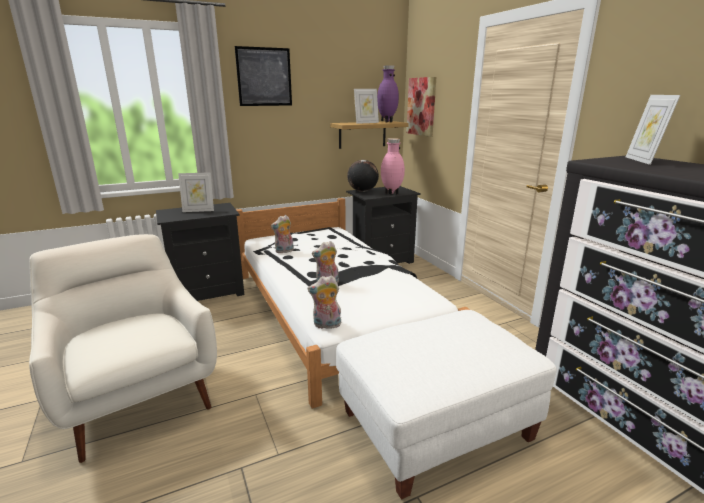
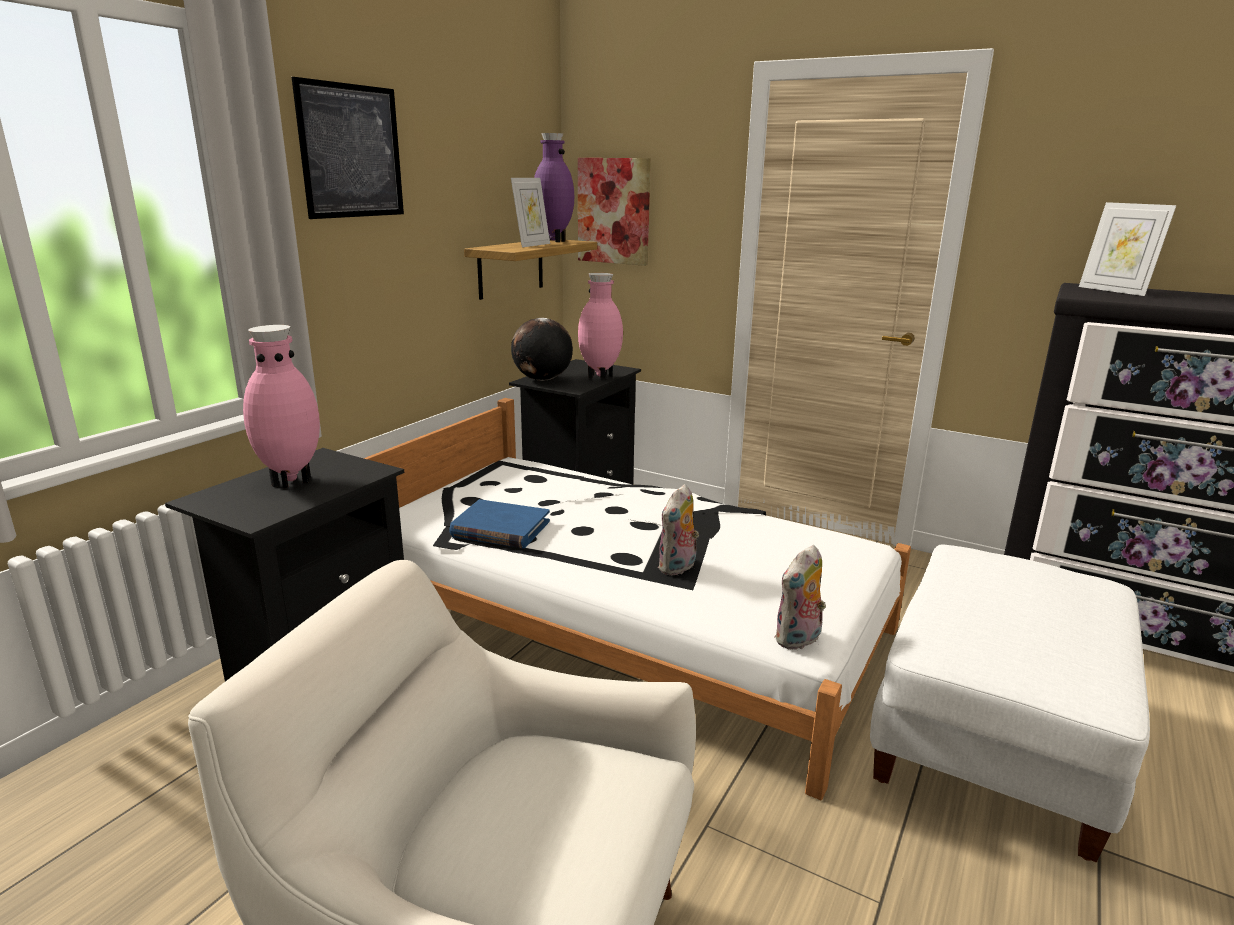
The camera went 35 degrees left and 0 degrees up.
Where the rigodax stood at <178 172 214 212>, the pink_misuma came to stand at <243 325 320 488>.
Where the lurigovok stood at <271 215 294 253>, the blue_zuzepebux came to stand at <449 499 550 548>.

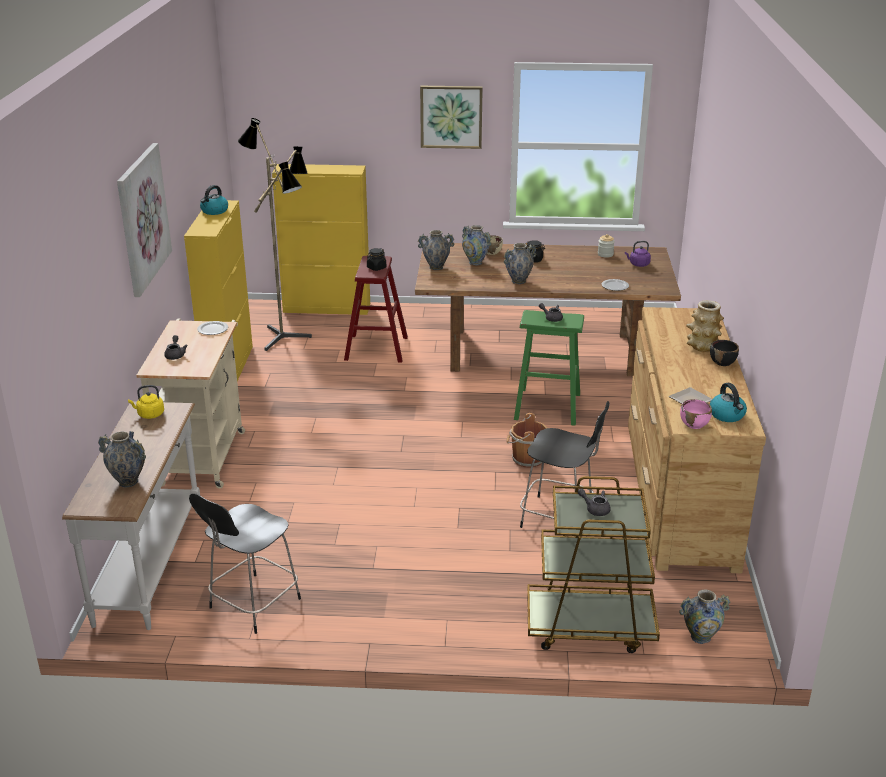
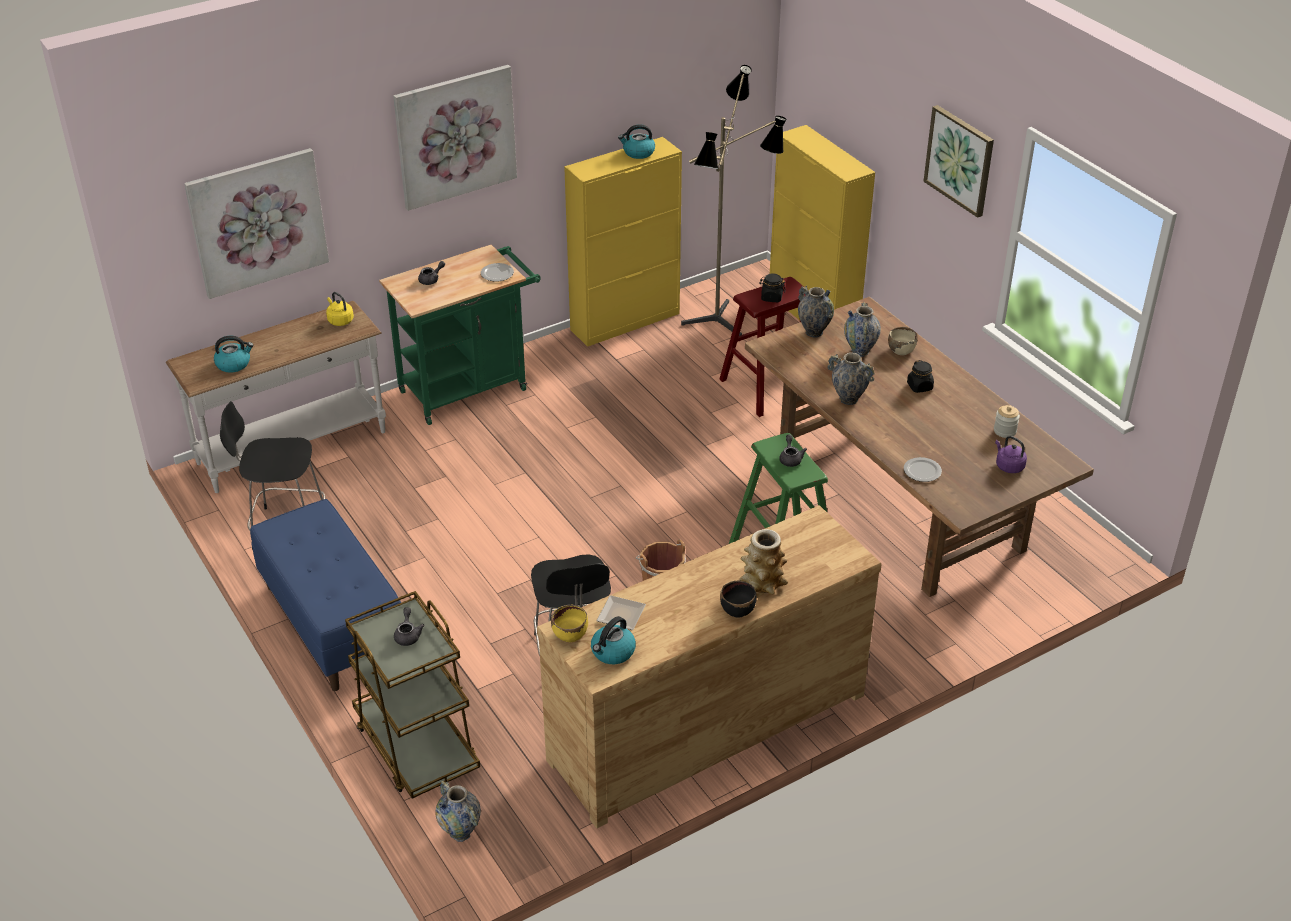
The camera went 55 degrees right and 10 degrees up.
The second view gained the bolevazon at <184 148 329 299>.
Where the misuma stood at <98 431 146 487>, the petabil came to stand at <214 336 254 373>.
The second view gained the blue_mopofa at <250 499 401 691>.
What was the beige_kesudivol at <136 318 245 489> turned into the green_kesudivol at <379 245 541 425>.
What was the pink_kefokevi at <680 399 712 429> turned into the yellow_kefokevi at <551 605 588 642>.

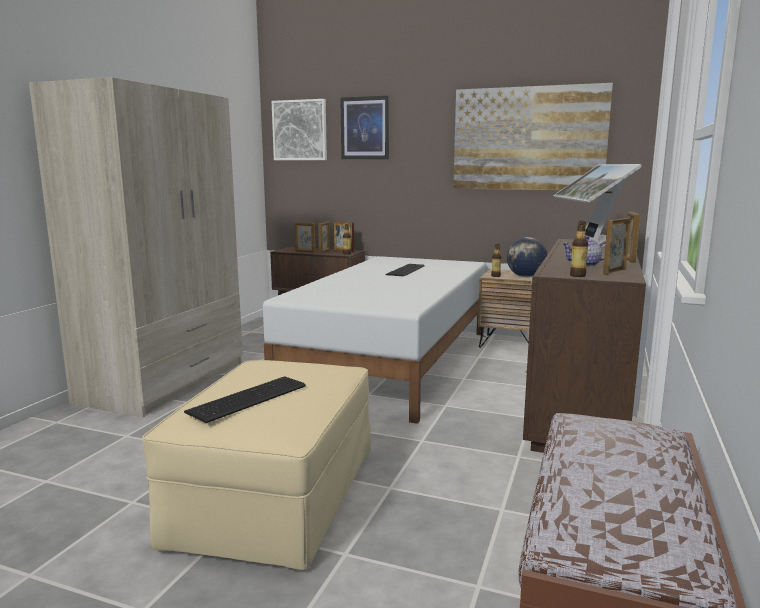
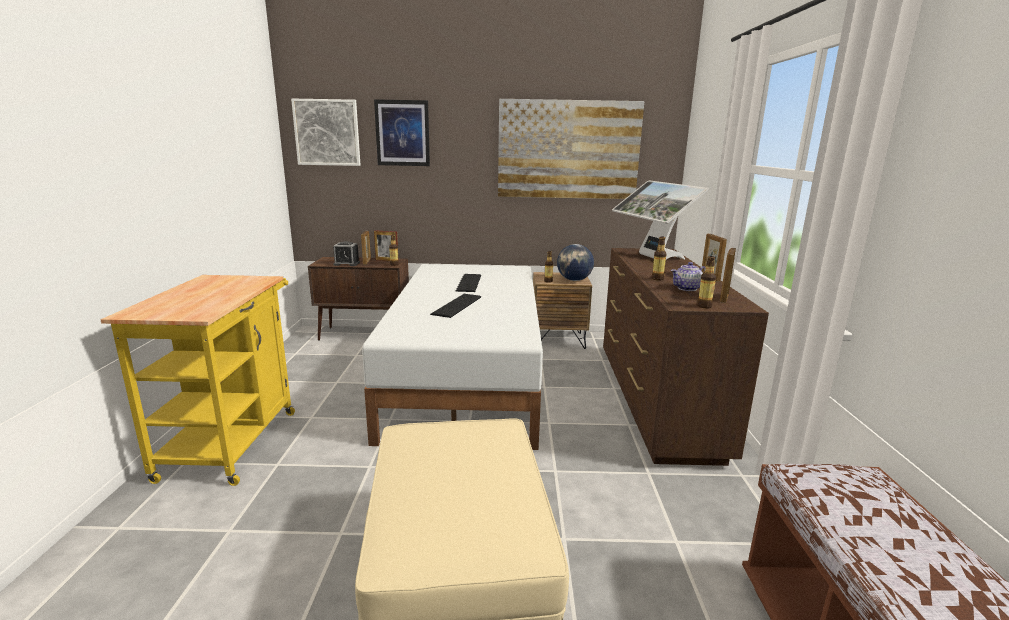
The camera went 20 degrees left and 5 degrees up.
Where the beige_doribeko stood at <29 77 243 417>, the yellow_kesudivol came to stand at <100 275 295 486>.
Where the rigodax stood at <295 222 315 252>, the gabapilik came to stand at <333 241 360 266>.
The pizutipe ended up elsewhere, having gone from <184 376 306 423> to <430 294 481 318>.
The second view gained the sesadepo at <652 236 667 281>.

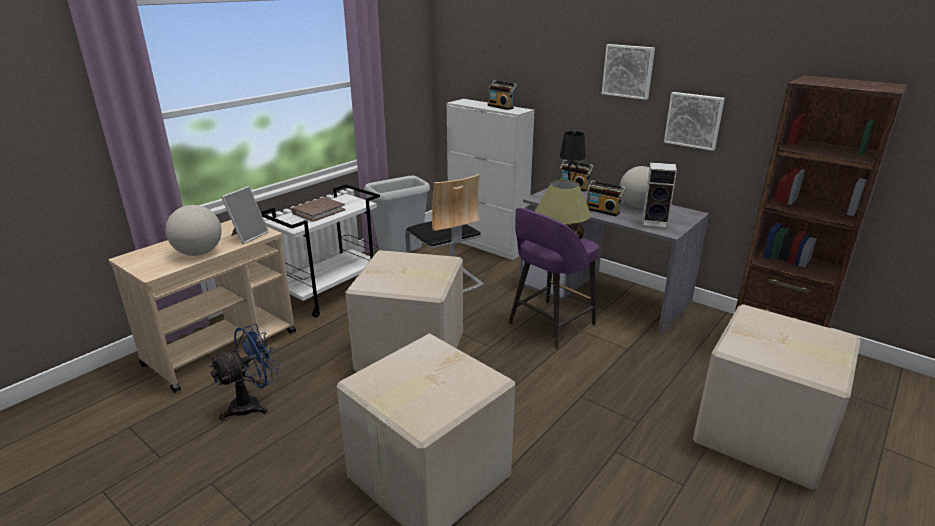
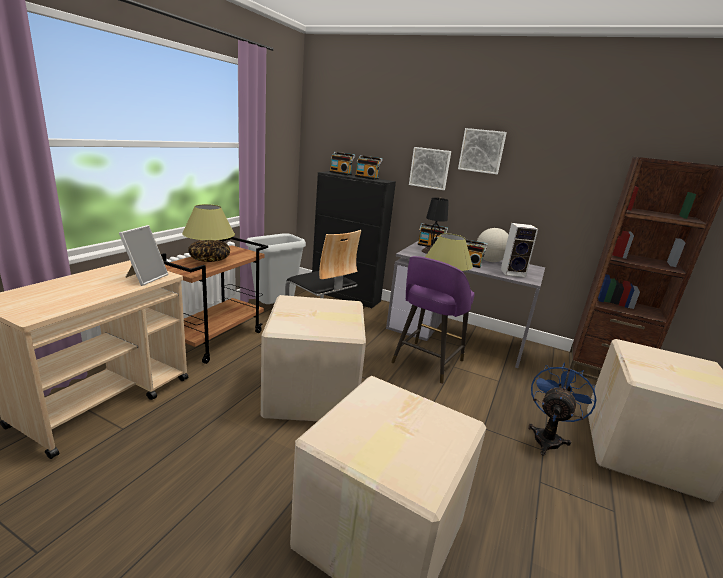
The camera went 15 degrees left and 5 degrees down.
What was the white_kesudivol at <261 184 380 318> turned into the brown_kesudivol at <161 237 268 364>.
Where the brown_zuzepebux stood at <291 197 345 222>, the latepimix came to stand at <182 204 235 262>.
What was the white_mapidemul at <446 99 535 260> turned into the black_mapidemul at <312 171 396 308>.
The second view gained the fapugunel at <329 152 356 175>.
The bolevazon ended up elsewhere, having gone from <664 92 725 151> to <409 147 451 190>.
The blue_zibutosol ended up elsewhere, having gone from <209 324 280 421> to <528 363 597 456>.
The second view lost the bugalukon at <165 205 222 256>.

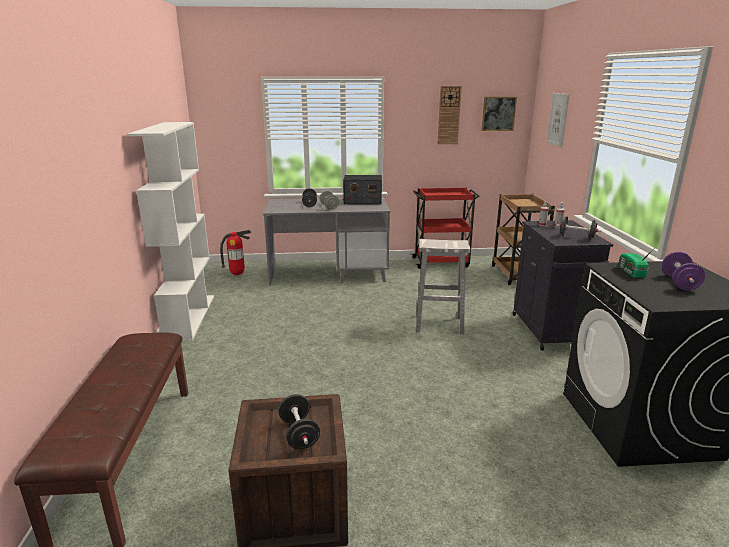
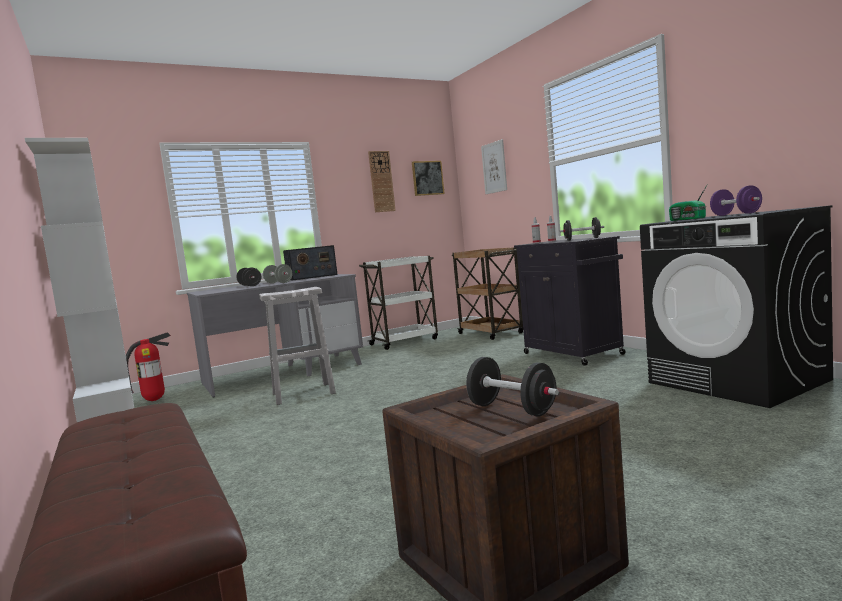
The camera went 25 degrees left and 15 degrees down.
The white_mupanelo ended up elsewhere, having gone from <416 239 470 334> to <259 287 336 405>.
What was the red_kesudivol at <411 187 480 269> turned into the white_kesudivol at <359 256 438 350>.

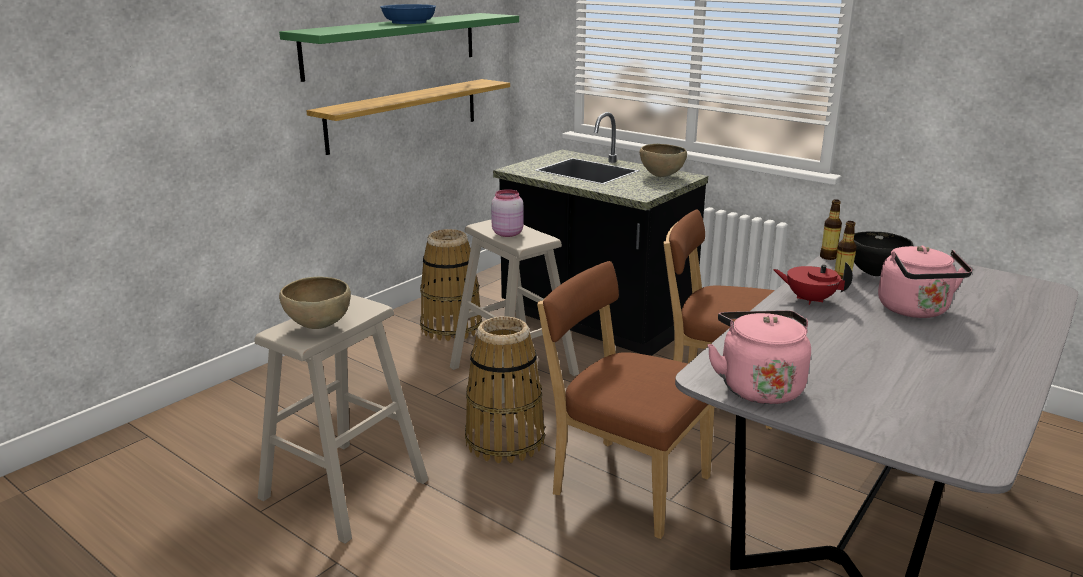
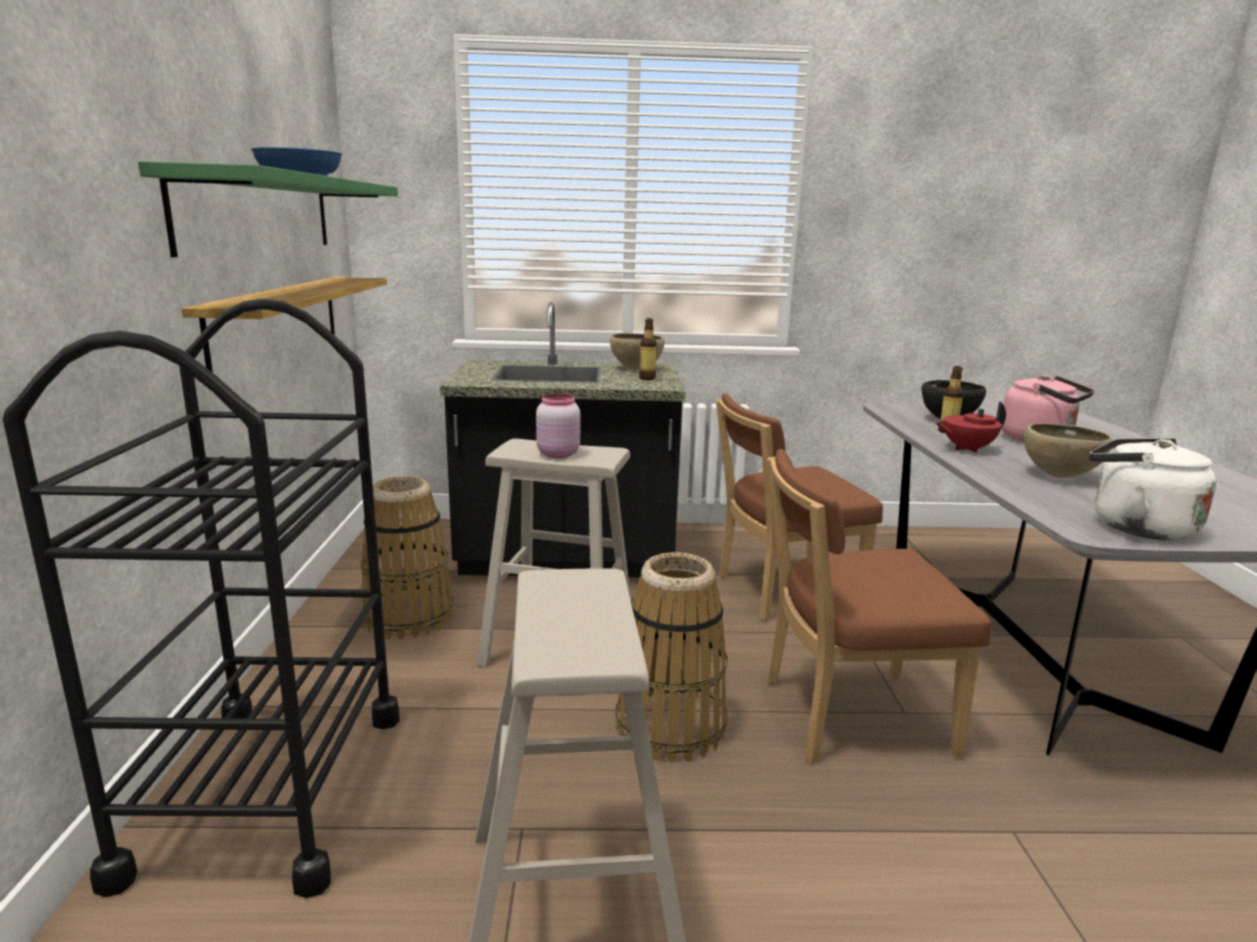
The camera went 40 degrees left and 5 degrees down.
The second view gained the black_kesudivol at <3 299 400 898>.
The sesadepo ended up elsewhere, having gone from <820 199 842 260> to <639 318 657 380>.
The brown_kefokevi ended up elsewhere, having gone from <279 276 351 329> to <1024 423 1112 478>.
What was the pink_petabil at <708 310 811 404> turned into the white_petabil at <1089 438 1216 540>.

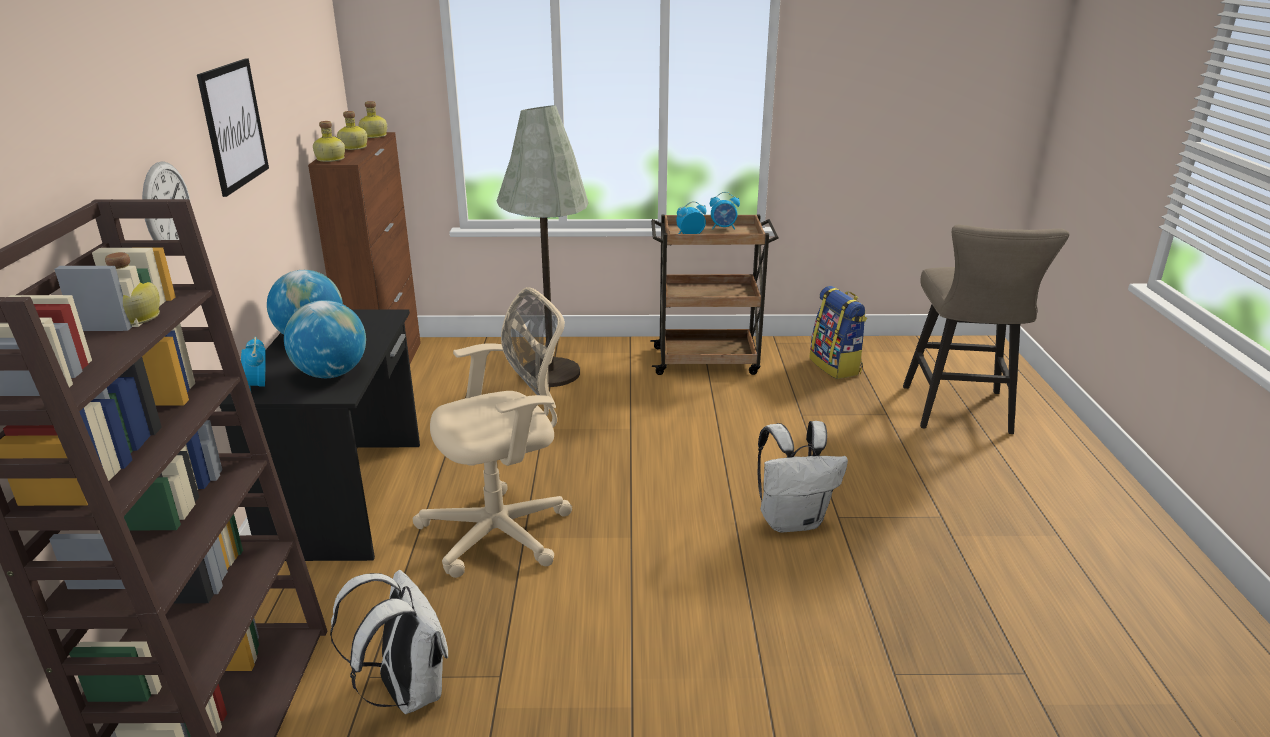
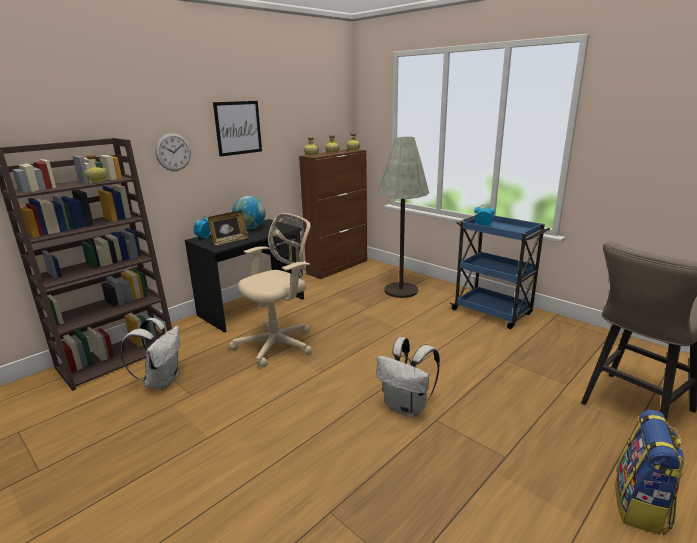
The camera went 45 degrees right and 5 degrees down.
Where the bugalukon stood at <284 300 366 378>, the rigodax came to stand at <208 210 249 245>.
The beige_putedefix at <413 287 572 578> ended up facing another way, 60 degrees counterclockwise from before.
What was the brown_kesudivol at <650 214 779 375> turned into the blue_kesudivol at <450 215 550 329>.
The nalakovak ended up elsewhere, having gone from <809 286 867 379> to <615 410 684 535>.
The second view lost the gabapilik at <710 192 740 230>.

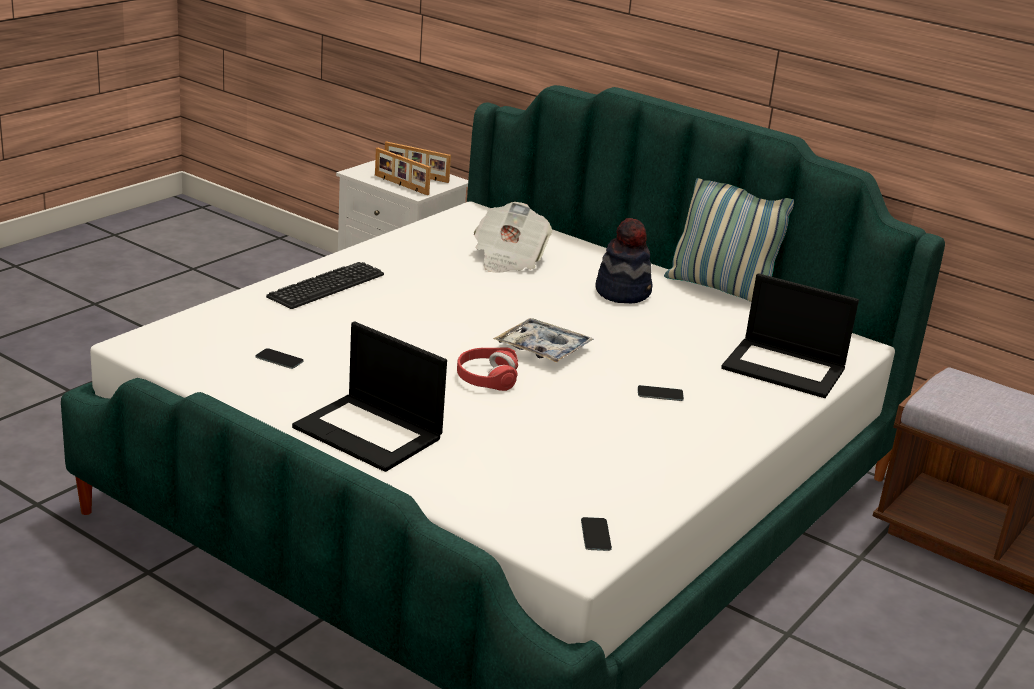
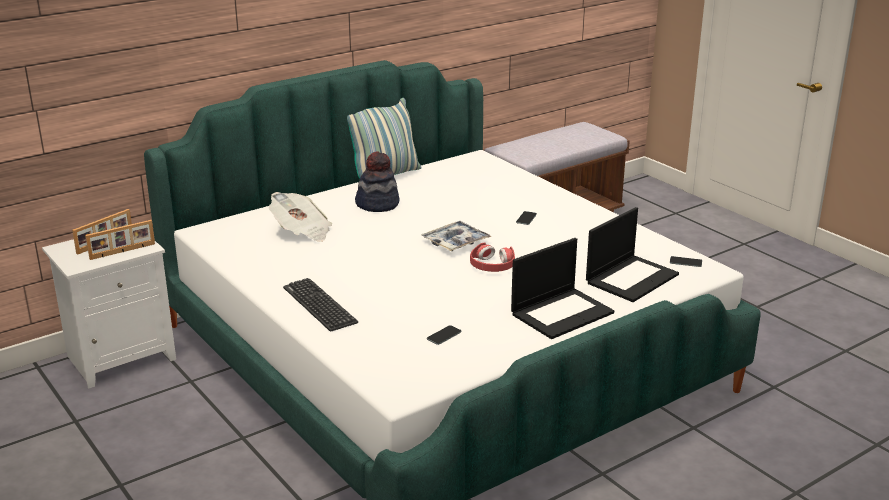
The camera went 70 degrees left and 0 degrees up.
The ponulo ended up elsewhere, having gone from <721 273 859 398> to <586 207 679 302>.

